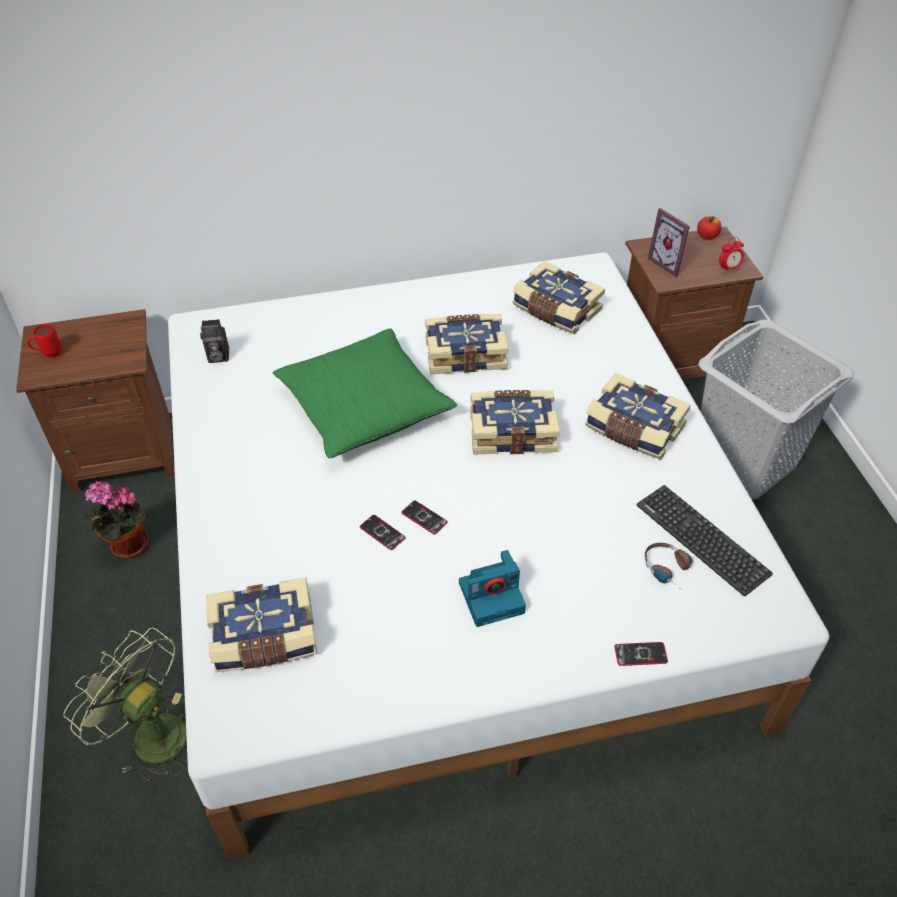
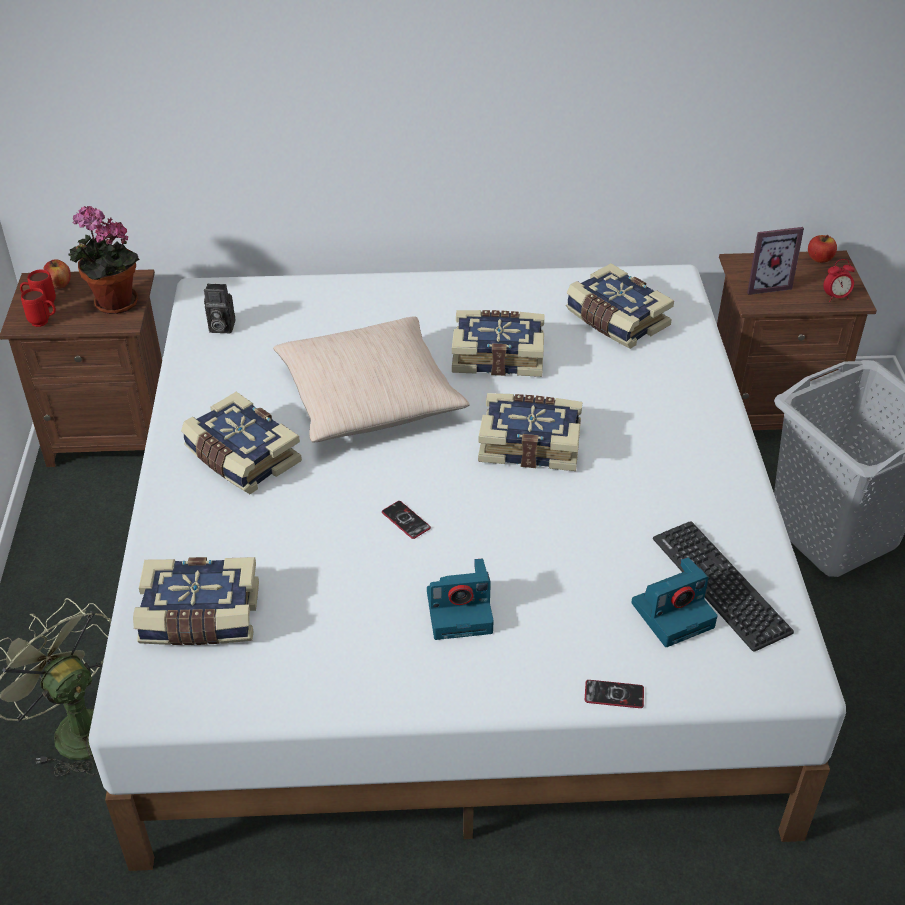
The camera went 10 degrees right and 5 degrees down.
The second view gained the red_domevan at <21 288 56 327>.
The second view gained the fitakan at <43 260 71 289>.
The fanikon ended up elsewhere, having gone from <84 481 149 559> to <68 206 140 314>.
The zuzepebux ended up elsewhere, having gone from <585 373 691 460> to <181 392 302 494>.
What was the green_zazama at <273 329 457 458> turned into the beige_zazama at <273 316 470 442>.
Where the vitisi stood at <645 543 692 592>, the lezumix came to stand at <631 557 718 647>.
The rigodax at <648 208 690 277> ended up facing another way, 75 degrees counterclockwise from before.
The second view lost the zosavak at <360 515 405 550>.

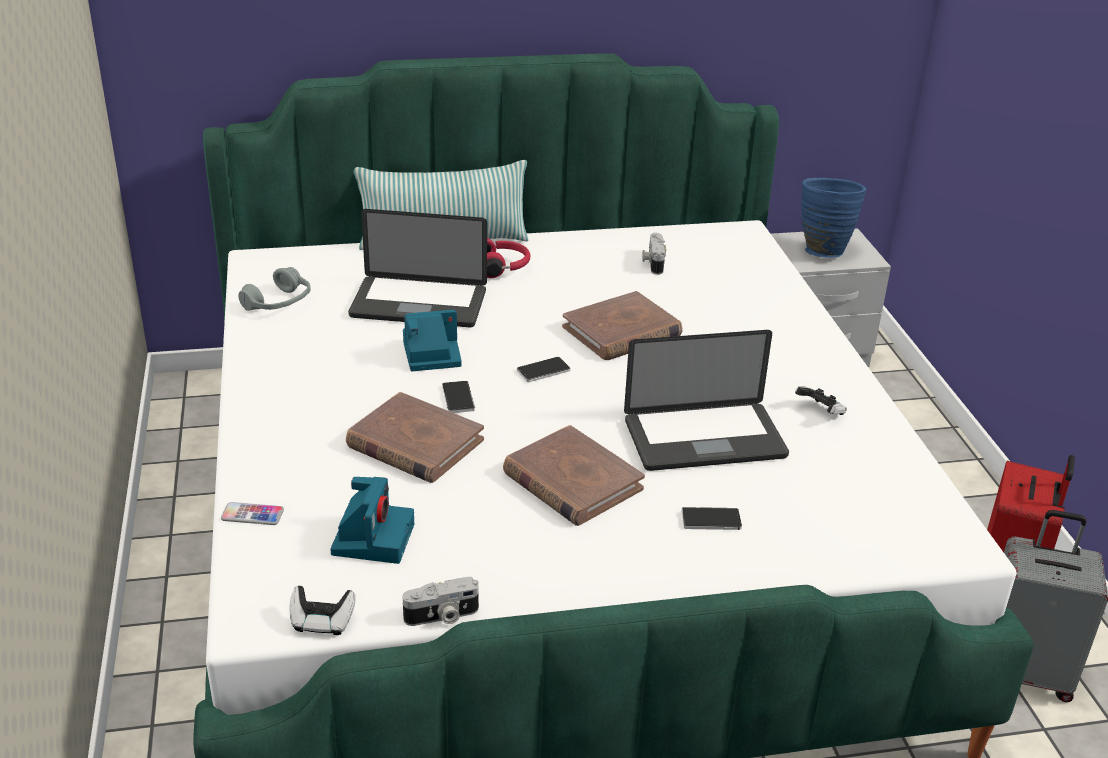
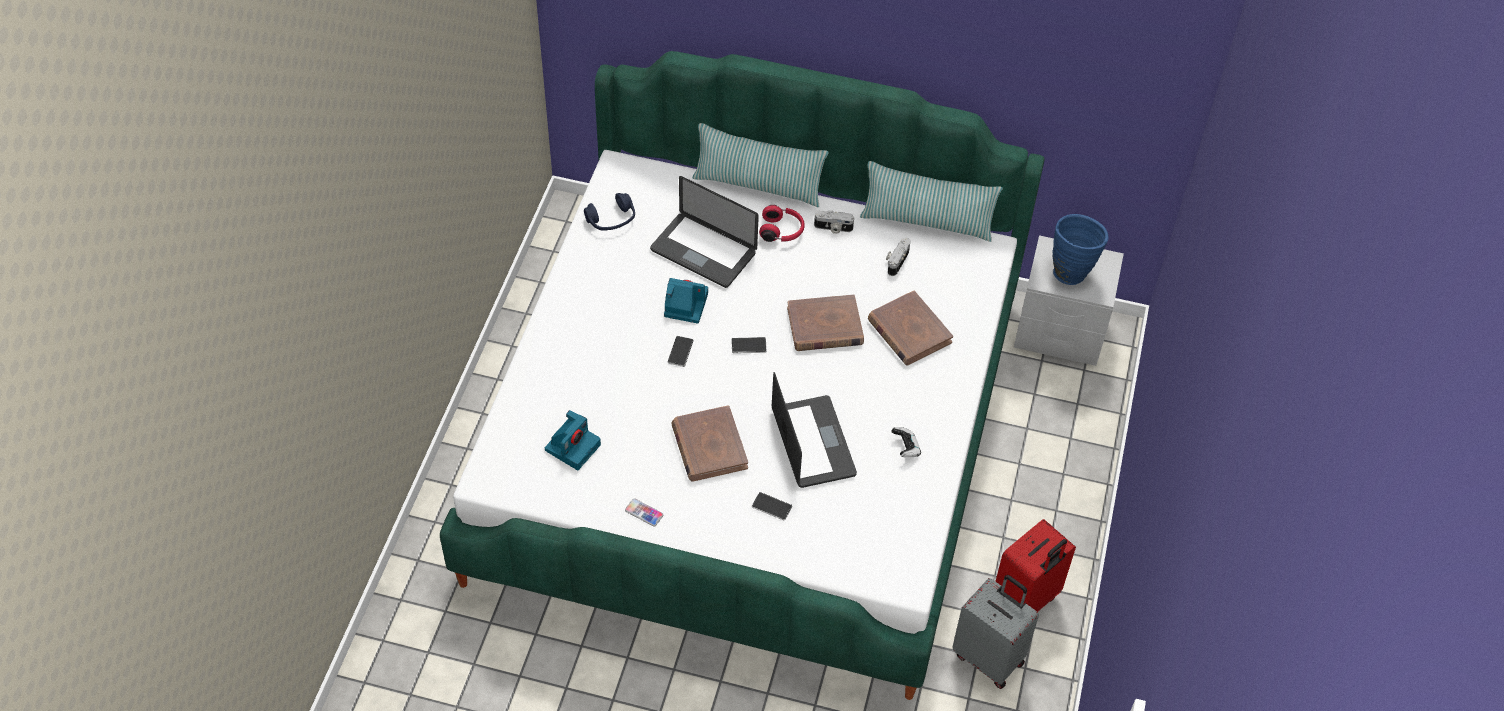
The camera went 25 degrees right and 20 degrees up.
What was the grey_vitisi at <238 267 311 311> turned into the blue_vitisi at <584 193 635 231>.
The zosavak ended up elsewhere, having gone from <221 502 284 525> to <625 498 663 526>.
The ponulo at <624 330 789 471> ended up facing another way, 120 degrees counterclockwise from before.
The lezumix ended up elsewhere, having gone from <403 577 479 626> to <814 211 854 234>.
The second view gained the zazama at <860 161 1003 242>.
The brown_zuzepebux ended up elsewhere, having gone from <346 392 484 483> to <868 291 953 366>.
The second view lost the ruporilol at <290 586 356 635>.

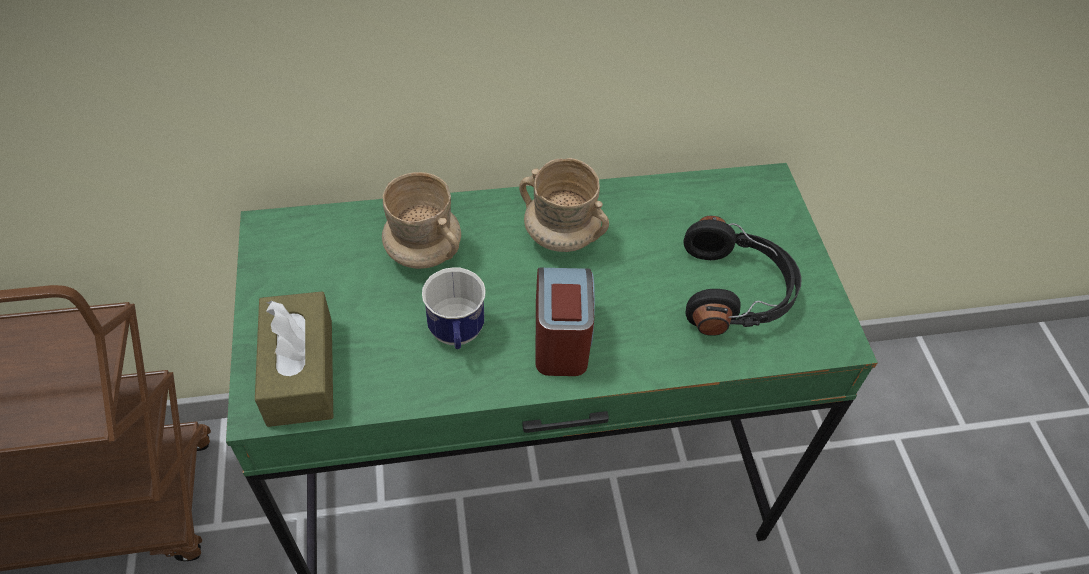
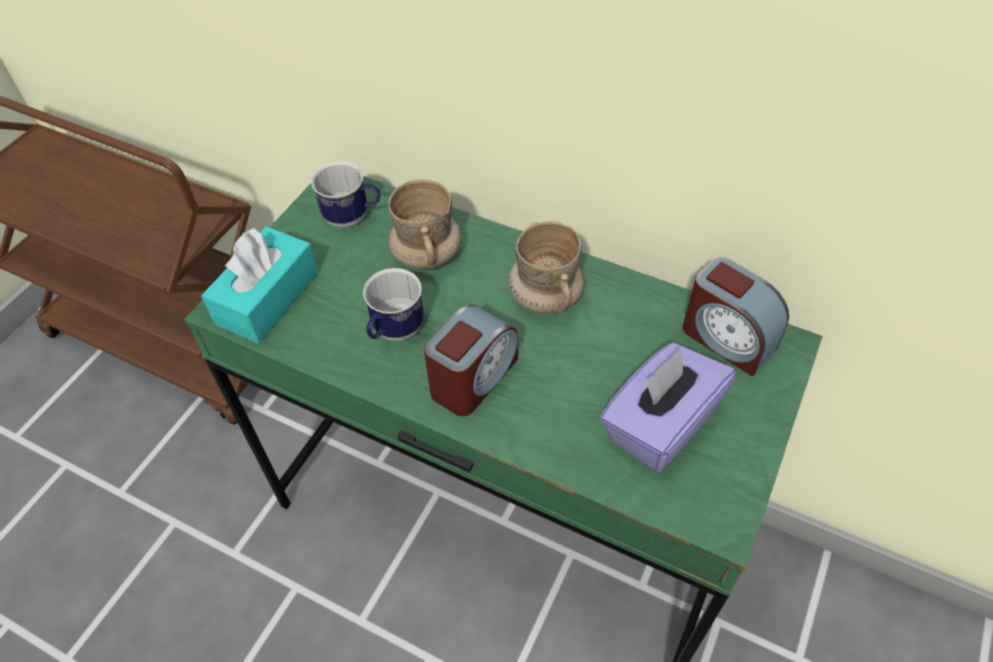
The camera went 40 degrees right and 0 degrees up.
What was the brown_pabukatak at <255 291 333 427> turned into the turquoise_pabukatak at <201 226 318 343>.
The second view gained the domevan at <311 161 380 228>.
Where the black_vitisi stood at <684 216 802 336>, the purple_pabukatak came to stand at <600 342 736 473>.
The second view gained the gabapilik at <683 257 789 376>.

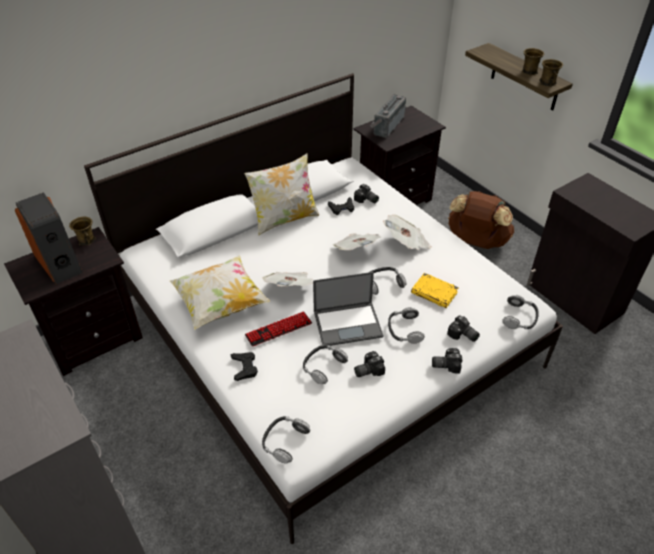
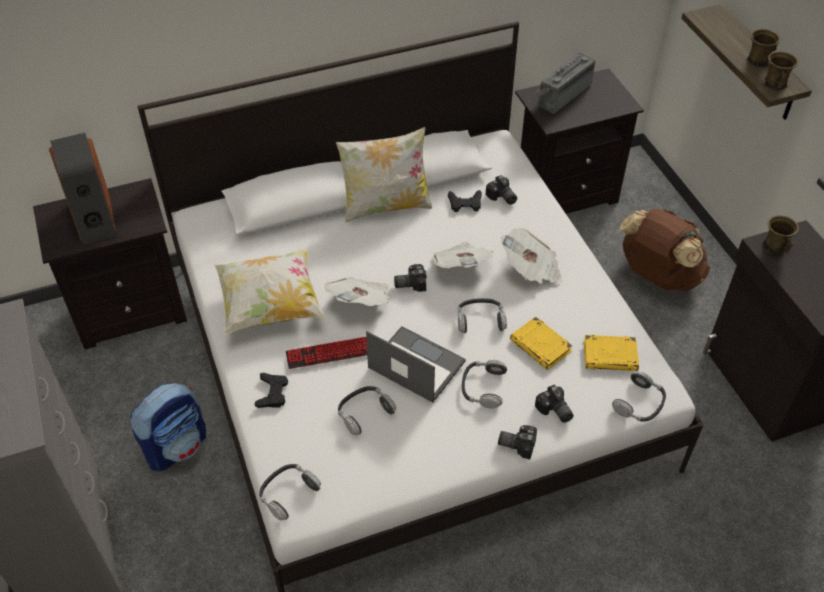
The camera went 15 degrees right and 5 degrees up.
The second view gained the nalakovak at <130 383 206 471>.
The ponulo at <313 272 384 346> ended up facing another way, 150 degrees counterclockwise from before.
The lezumix ended up elsewhere, having gone from <354 351 385 377> to <394 264 427 292>.
The second view gained the yellow_zuzepebux at <584 335 639 371>.
The brown_domevan ended up elsewhere, having gone from <69 217 96 245> to <762 215 799 255>.

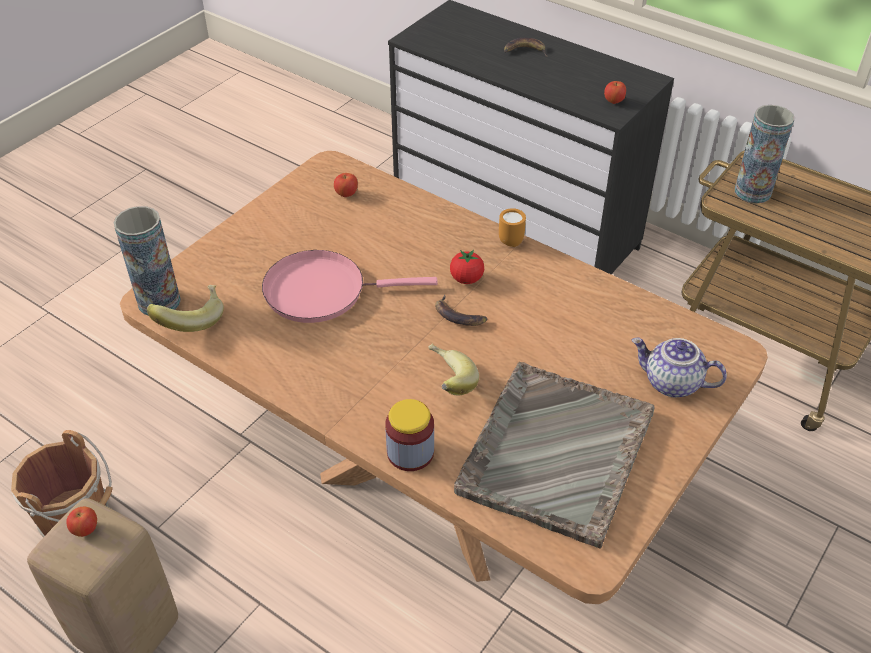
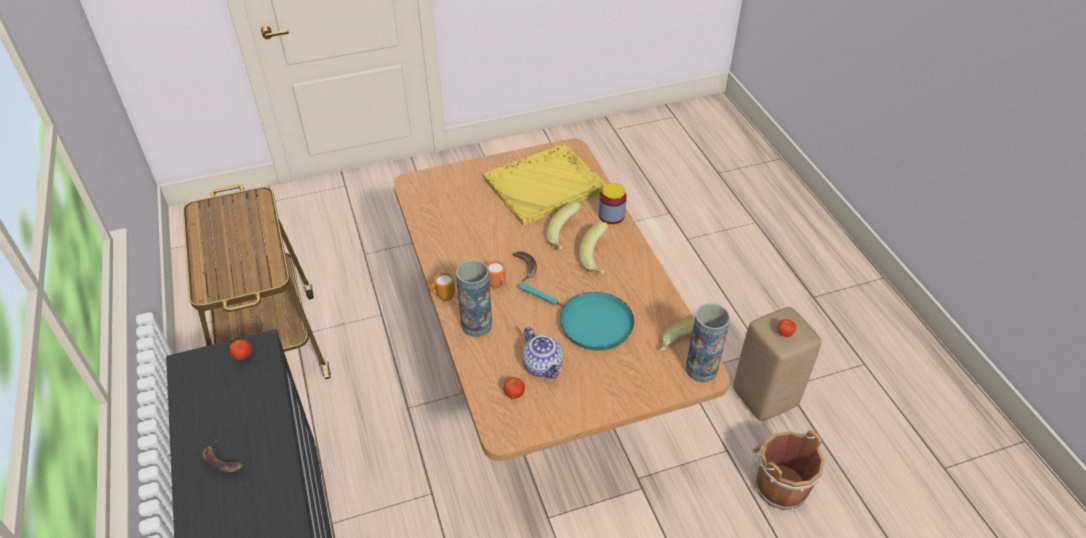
The camera went 145 degrees left and 0 degrees up.
The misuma ended up elsewhere, having gone from <735 105 794 204> to <456 260 492 337>.
What was the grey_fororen at <454 362 654 549> turned into the yellow_fororen at <483 144 606 225>.
Where the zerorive stood at <450 250 484 284>, the orange_domevan came to stand at <487 260 506 288>.
What was the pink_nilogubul at <262 250 438 323> turned into the turquoise_nilogubul at <519 283 634 351>.
The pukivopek ended up elsewhere, having gone from <632 338 727 397> to <522 327 563 379>.
The second view gained the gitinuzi at <579 222 609 274>.

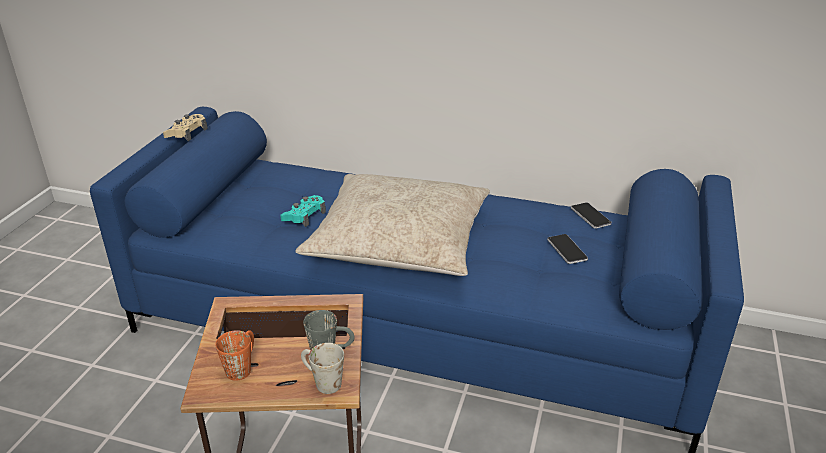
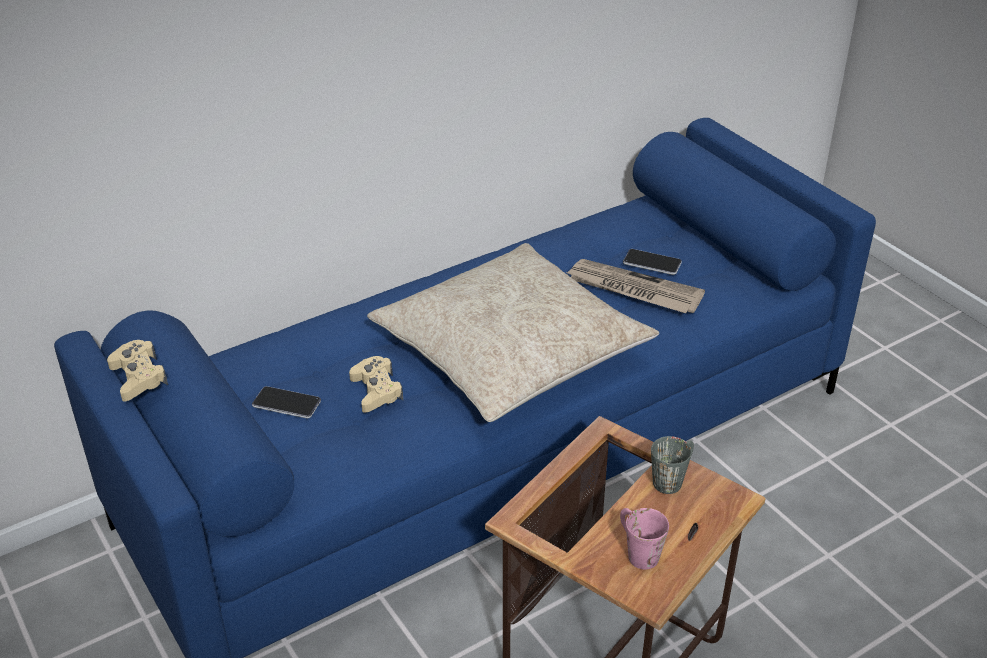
The camera went 50 degrees left and 5 degrees up.
The zosavak ended up elsewhere, having gone from <571 202 612 229> to <252 386 321 418>.
What was the turquoise_ruporilol at <280 195 326 227> turned into the beige_ruporilol at <349 356 403 413>.
The second view gained the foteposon at <566 259 705 313>.
What was the orange_domevan at <216 330 254 381> turned into the pink_domevan at <620 508 669 570>.
The second view lost the white_domevan at <301 343 344 394>.

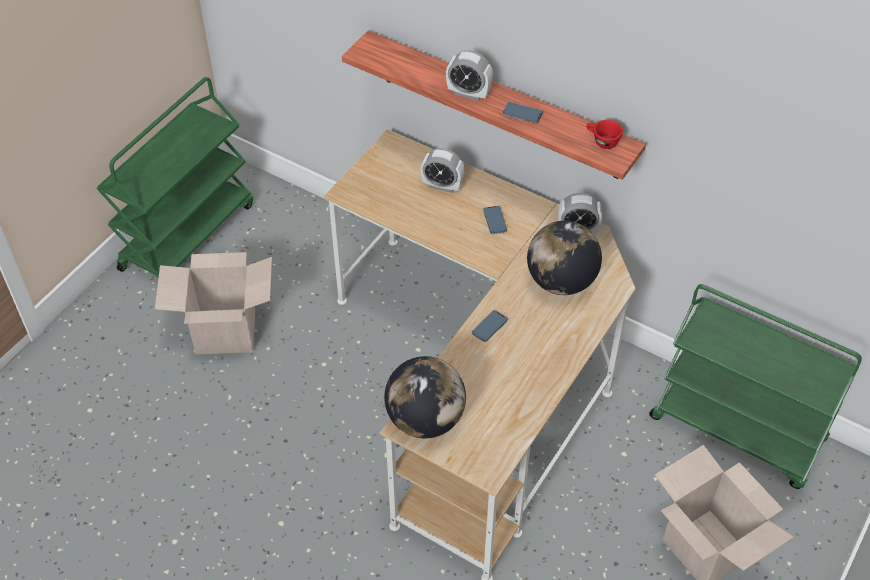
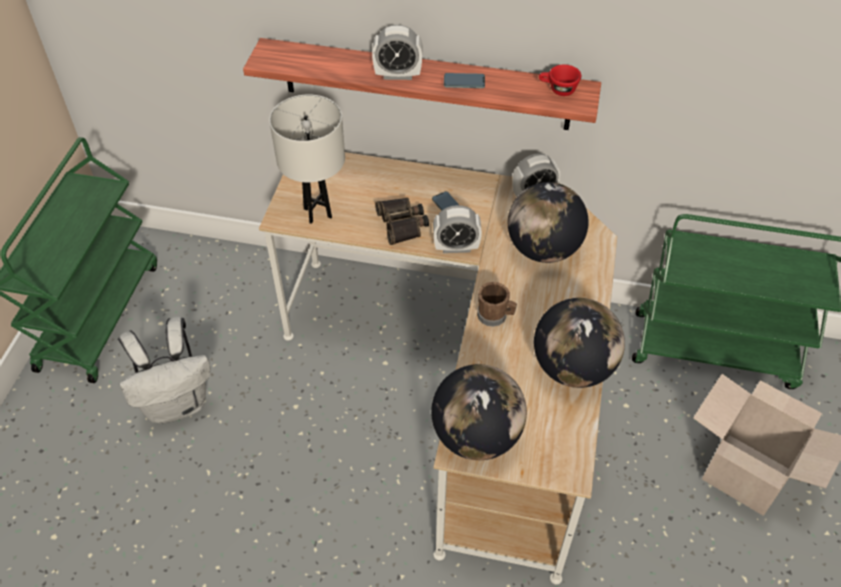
The camera went 20 degrees left and 0 degrees up.
Where the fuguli stood at <155 252 272 355>, the white_nalakovak came to stand at <118 316 210 423>.
The second view gained the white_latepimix at <269 94 345 224>.
The second view gained the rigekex at <375 197 429 245>.
The gabapilik ended up elsewhere, having gone from <421 148 464 193> to <433 205 482 253>.
Where the zosavak stood at <472 310 508 342>, the brown_domevan came to stand at <477 282 517 327>.
The second view gained the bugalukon at <534 298 625 388>.

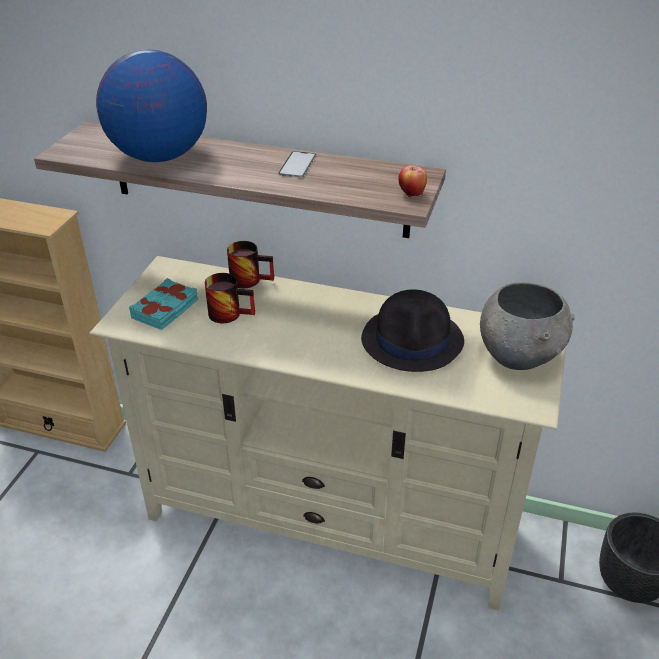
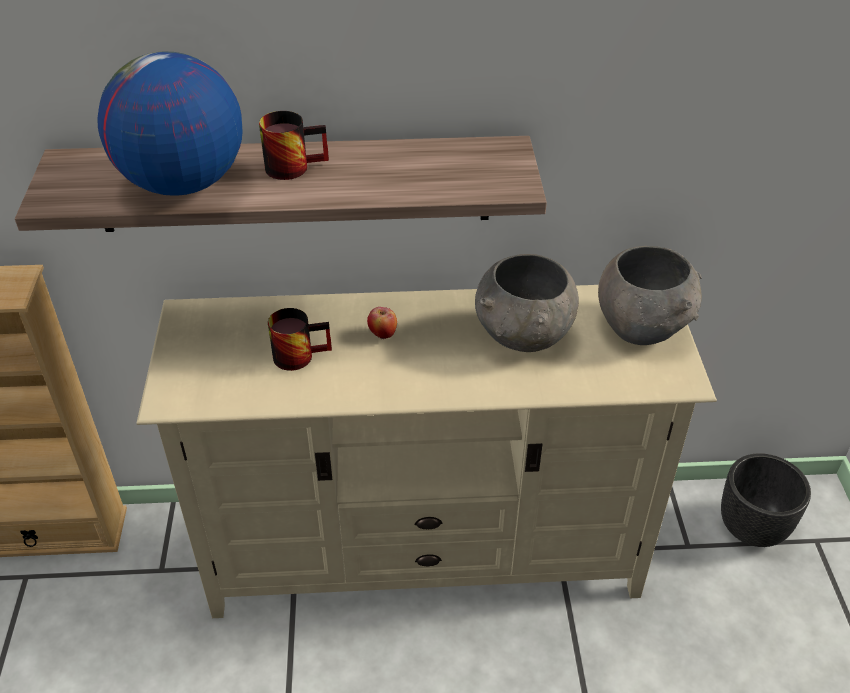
The camera went 20 degrees left and 5 degrees up.
The domevan ended up elsewhere, having gone from <227 241 274 288> to <259 111 329 180>.
The fitakan ended up elsewhere, having gone from <398 165 427 197> to <367 307 397 340>.
Where the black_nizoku stood at <361 289 464 372>, the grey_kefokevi came to stand at <475 254 579 352>.
The second view lost the turquoise_zuzepebux at <129 278 198 330>.
The second view lost the zosavak at <278 151 316 178>.

